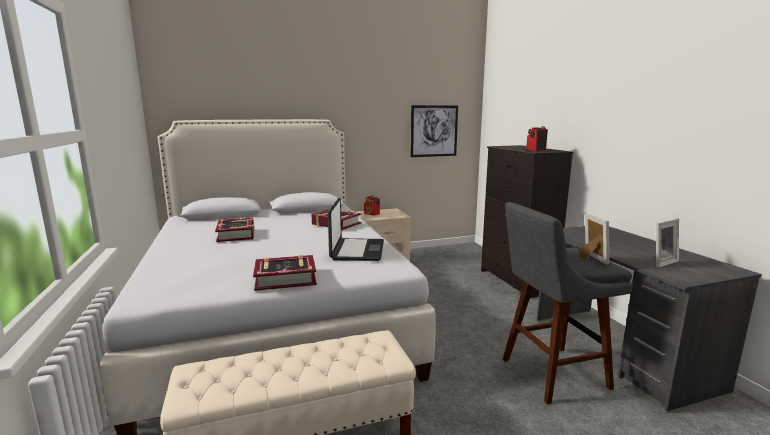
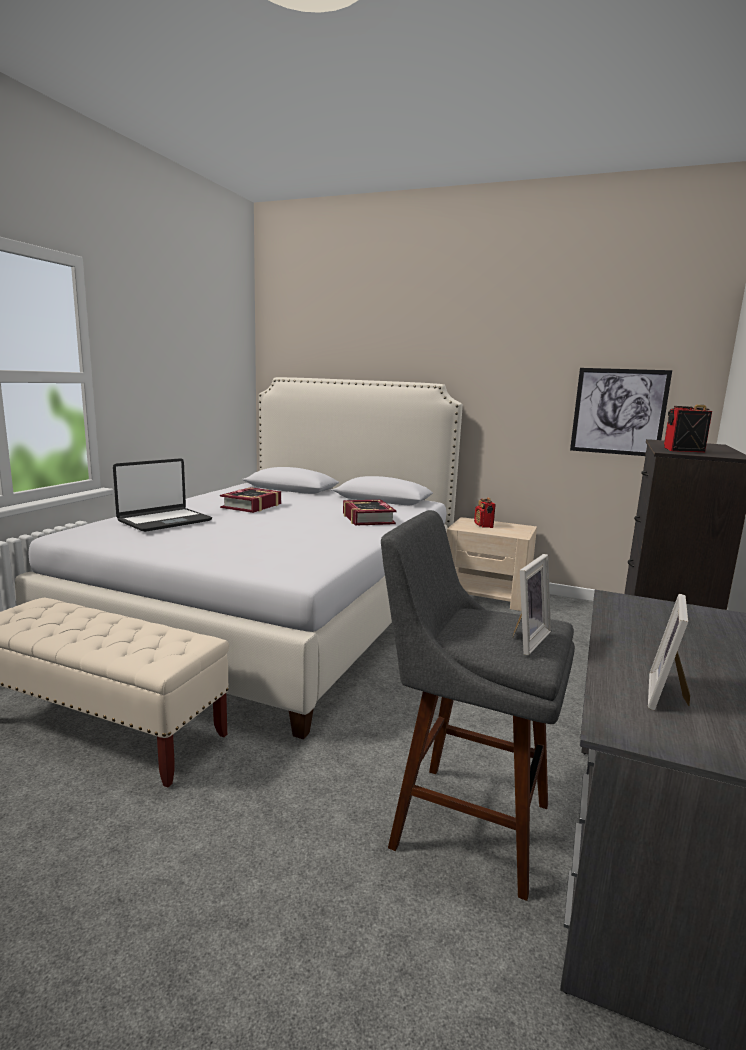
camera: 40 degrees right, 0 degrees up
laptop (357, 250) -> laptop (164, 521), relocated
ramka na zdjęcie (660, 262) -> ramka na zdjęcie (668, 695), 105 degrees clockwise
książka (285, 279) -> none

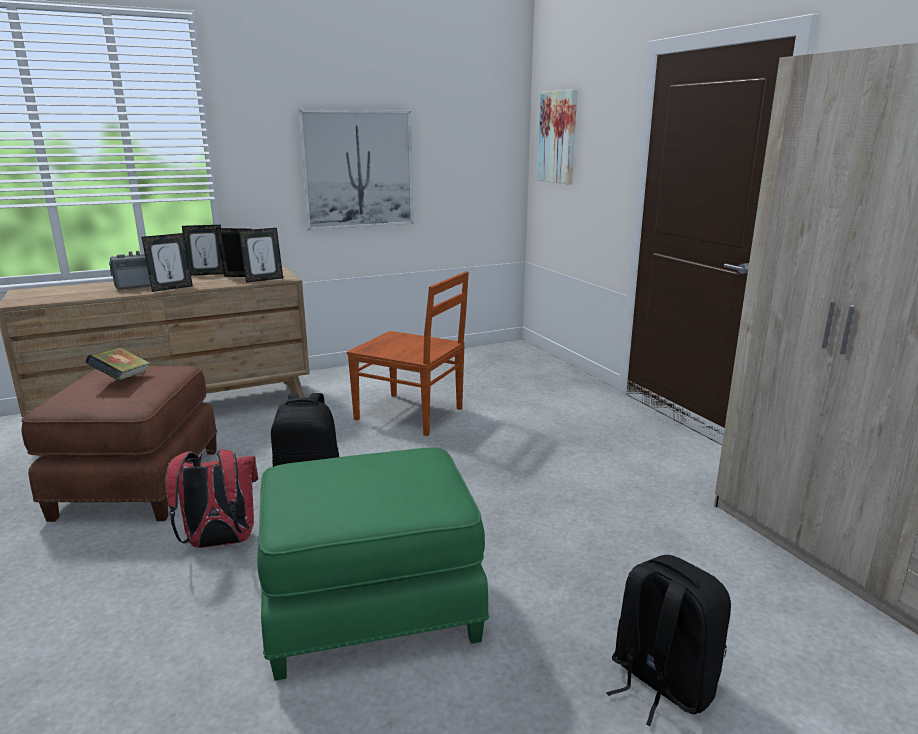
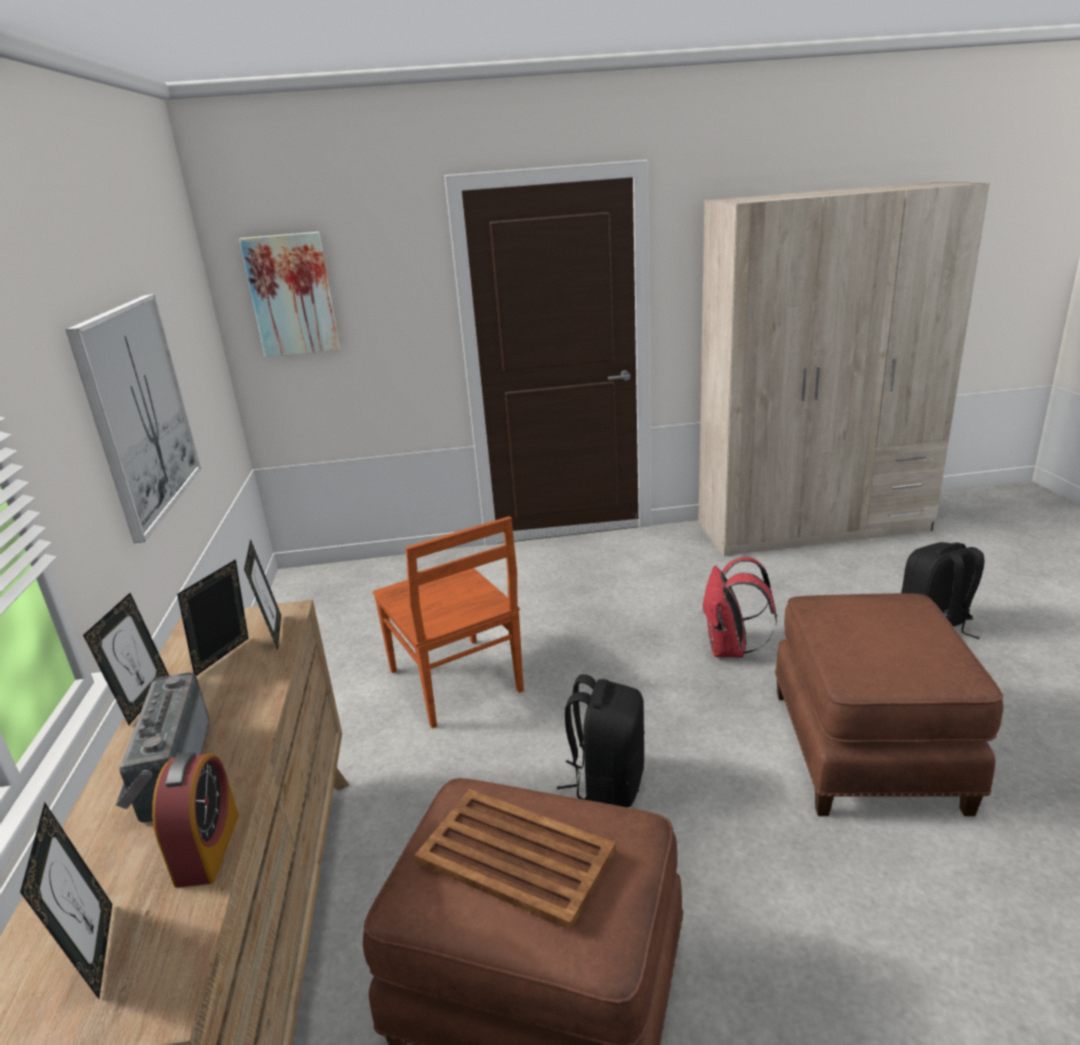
camera: 70 degrees left, 5 degrees up
ramka na zdjęcie (171, 288) -> ramka na zdjęcie (95, 952), relocated
none -> budzik (207, 848)
krzesło [brązowy] (411, 414) -> krzesło [brązowy] (456, 683), 105 degrees clockwise
książka (122, 379) -> taca [brązowy] (514, 855)
plecak [czerwony] (219, 542) -> plecak [czerwony] (731, 649), relocated
pufa [zielony] (371, 610) -> pufa [brązowy] (869, 748)

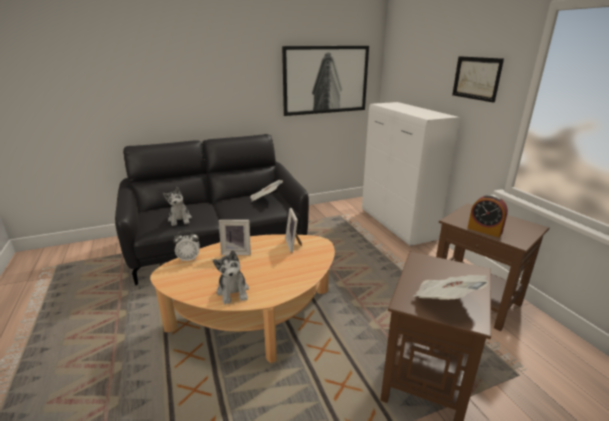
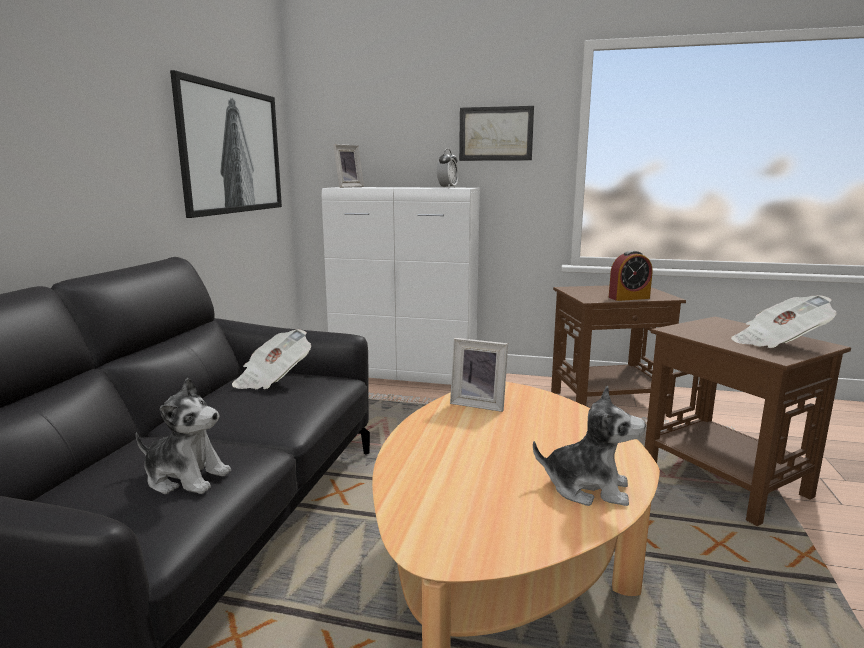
camera: 55 degrees left, 10 degrees down
ramka na zdjęcie (236, 252) -> ramka na zdjęcie (347, 187), relocated
budzik (189, 259) -> budzik (447, 188), relocated

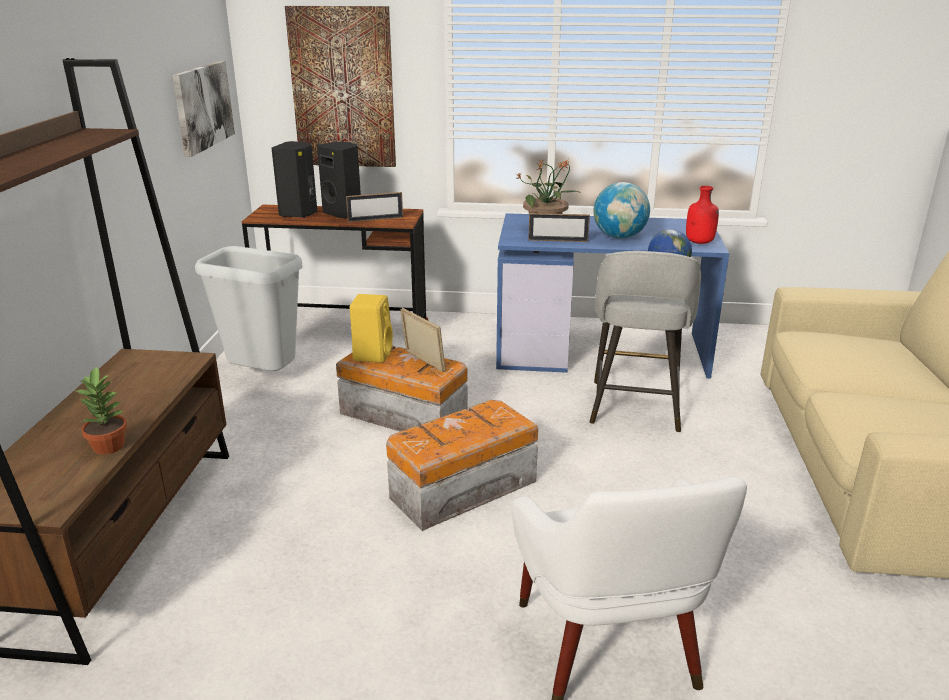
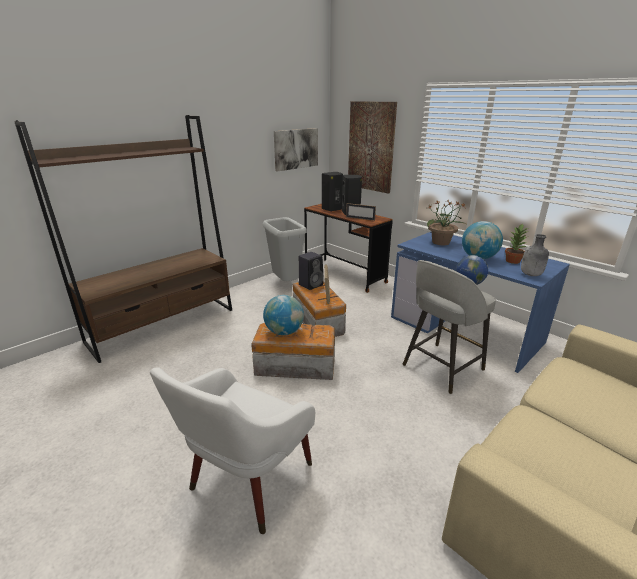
camera: 40 degrees right, 0 degrees up
none -> globus (284, 332)
głośnik [żółty] (372, 354) -> głośnik [czarny] (311, 284)
roślina doniczkowa (109, 446) -> roślina doniczkowa (513, 261), relocated
butelka [czerwony] (700, 242) -> butelka [szary] (531, 275)
ramka na zdjęcie (558, 240) -> none

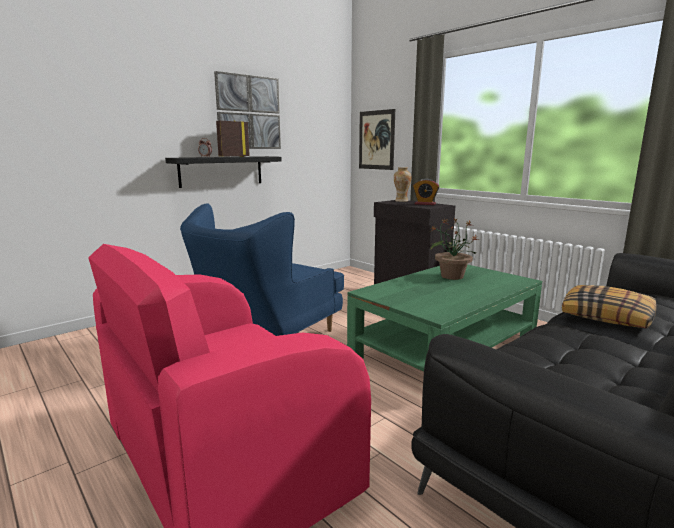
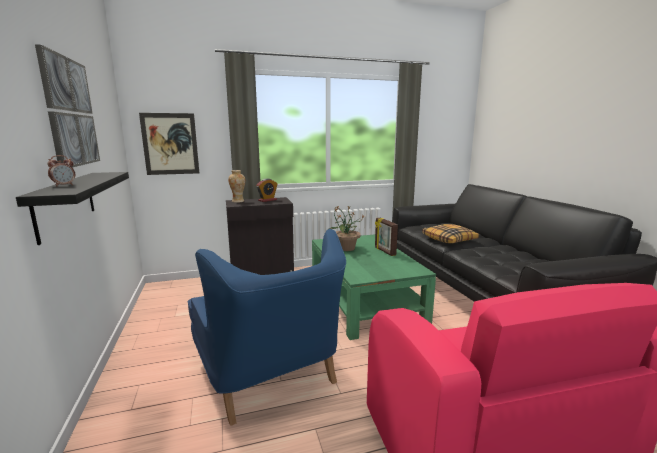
camera: 65 degrees left, 0 degrees up
ramka na zdjęcie (234, 156) -> ramka na zdjęcie (384, 251), relocated

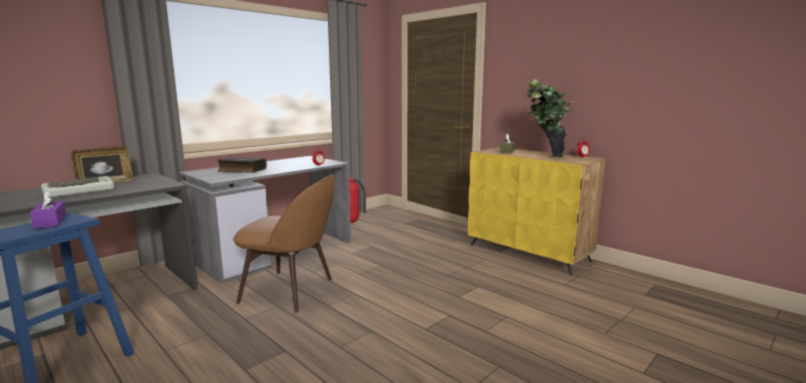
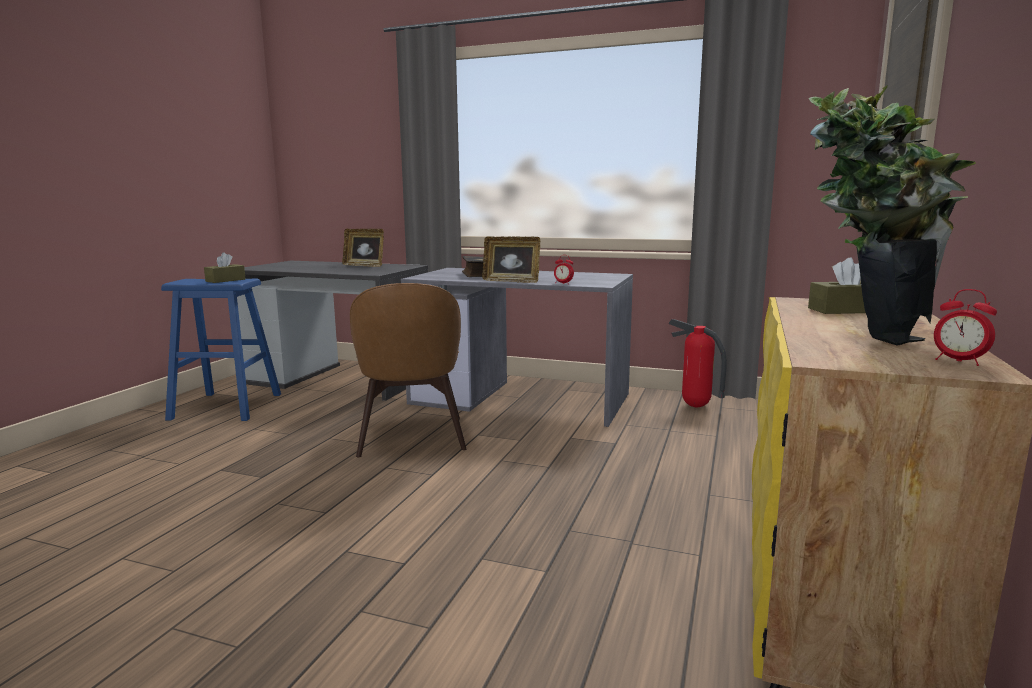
camera: 65 degrees right, 0 degrees up
pudełko chusteczek [fioletowy] (50, 222) -> pudełko chusteczek [brązowy] (225, 280)
none -> ramka na zdjęcie (511, 281)
klawiatura (80, 191) -> none

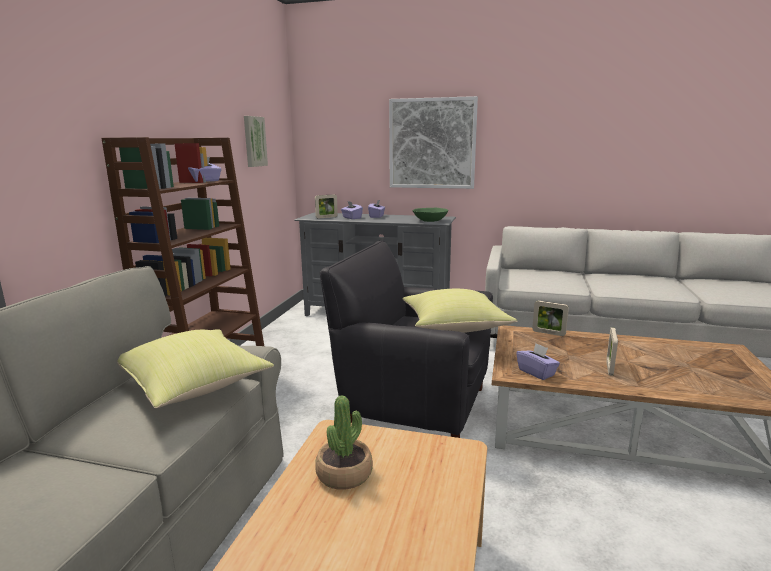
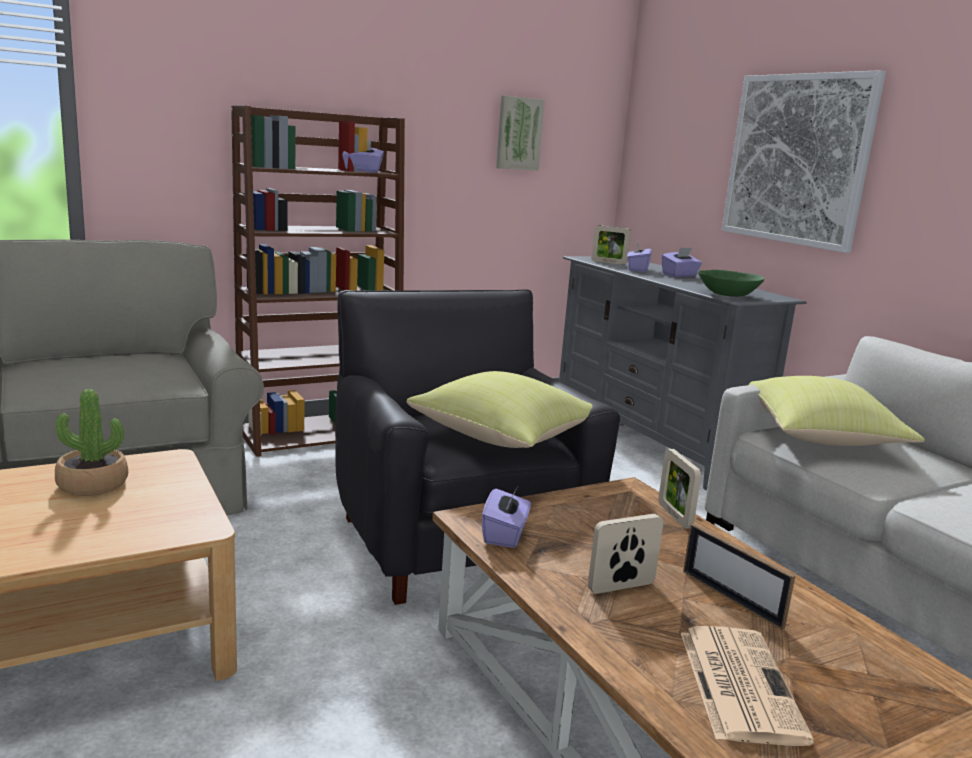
camera: 45 degrees right, 0 degrees up
none -> gazeta (738, 683)
none -> ramka na zdjęcie (731, 598)
poduszka [żółty] (196, 387) -> poduszka [żółty] (823, 439), relocated

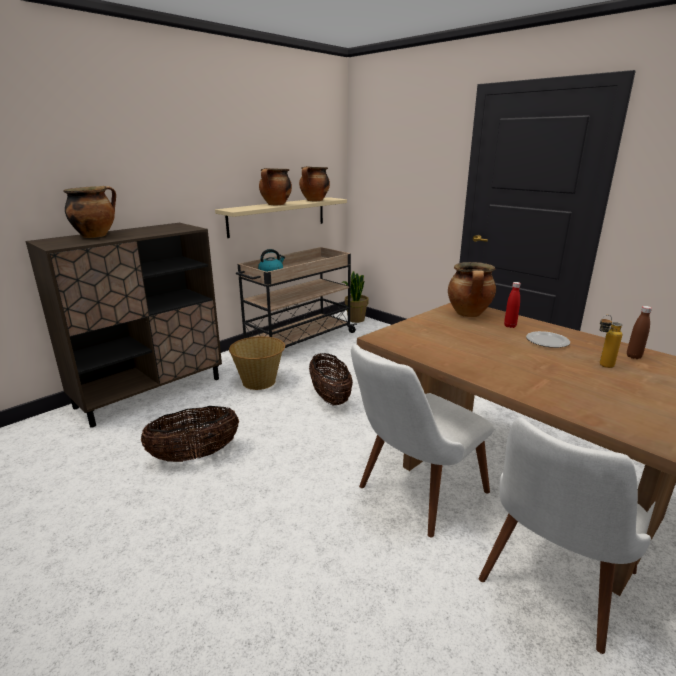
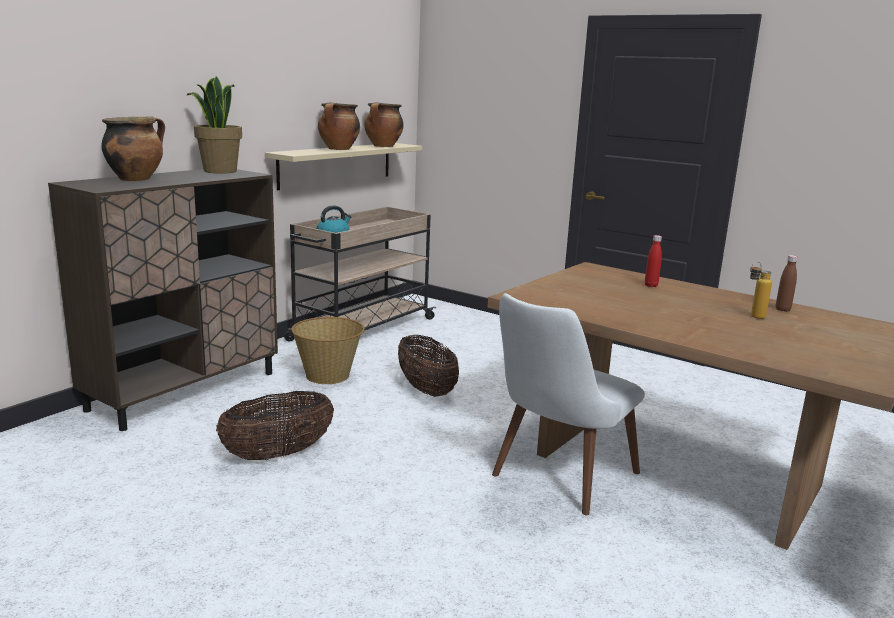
camera: 10 degrees left, 5 degrees down
roślina doniczkowa (355, 319) -> roślina doniczkowa (219, 171), relocated
garnek (469, 314) -> none
krzesło [biały] (549, 588) -> none
talerz (547, 341) -> none

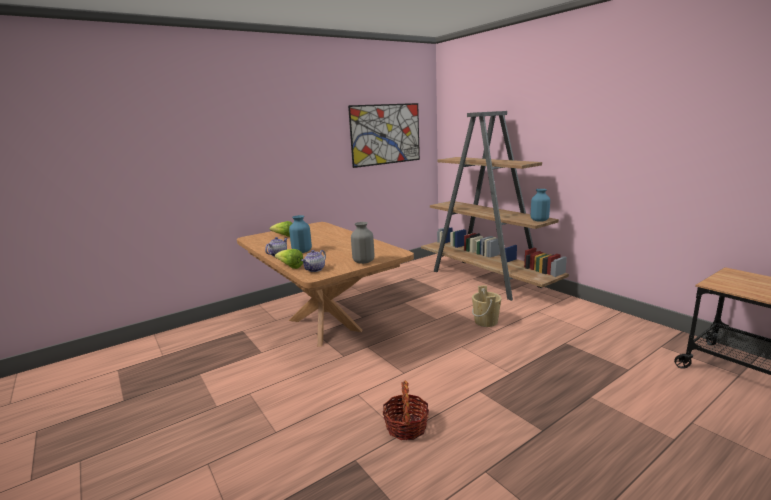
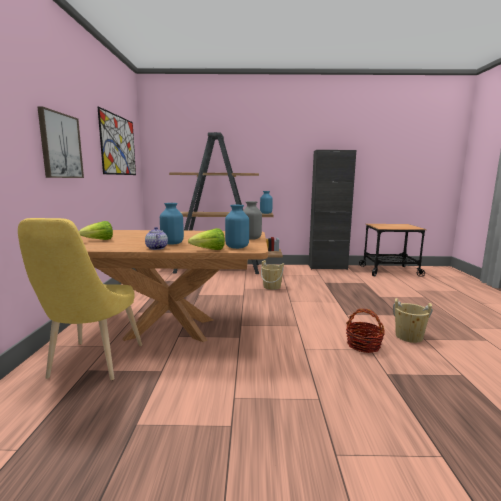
camera: 55 degrees left, 5 degrees down
none -> krzesło [żółty] (93, 364)
none -> obraz (60, 146)
imbryk (315, 269) -> wazon [niebieski] (237, 247)
none -> szafka [czarny] (327, 267)
none -> wiadro [beżowy] (409, 336)

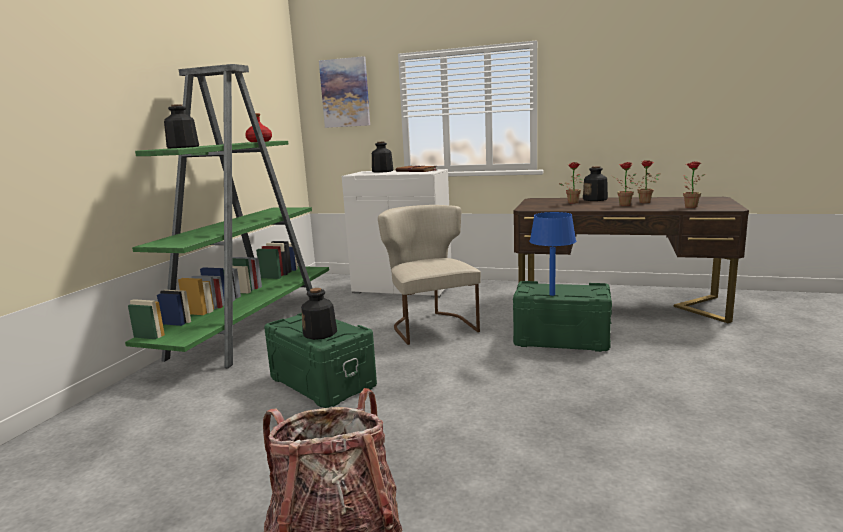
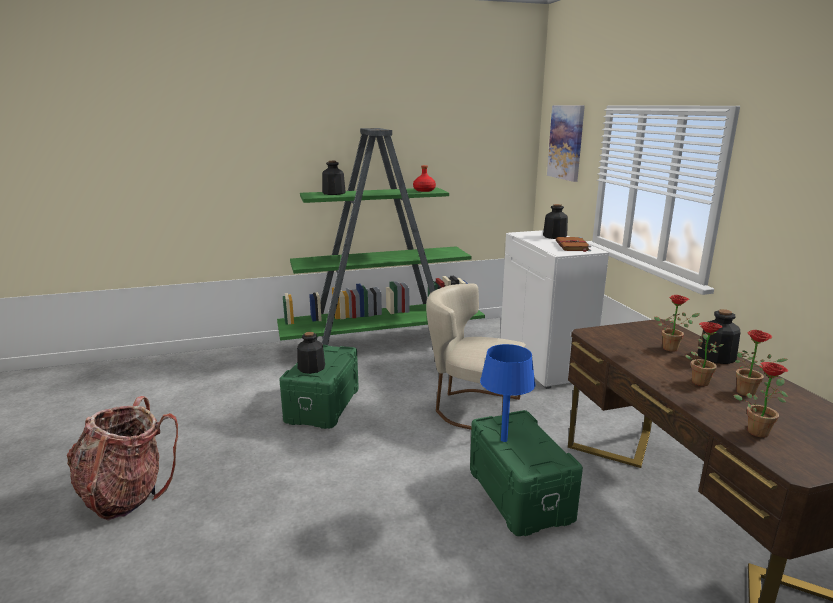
camera: 55 degrees right, 5 degrees up
krzesło [beżowy] (430, 325) -> krzesło [beżowy] (472, 408), 105 degrees counterclockwise

